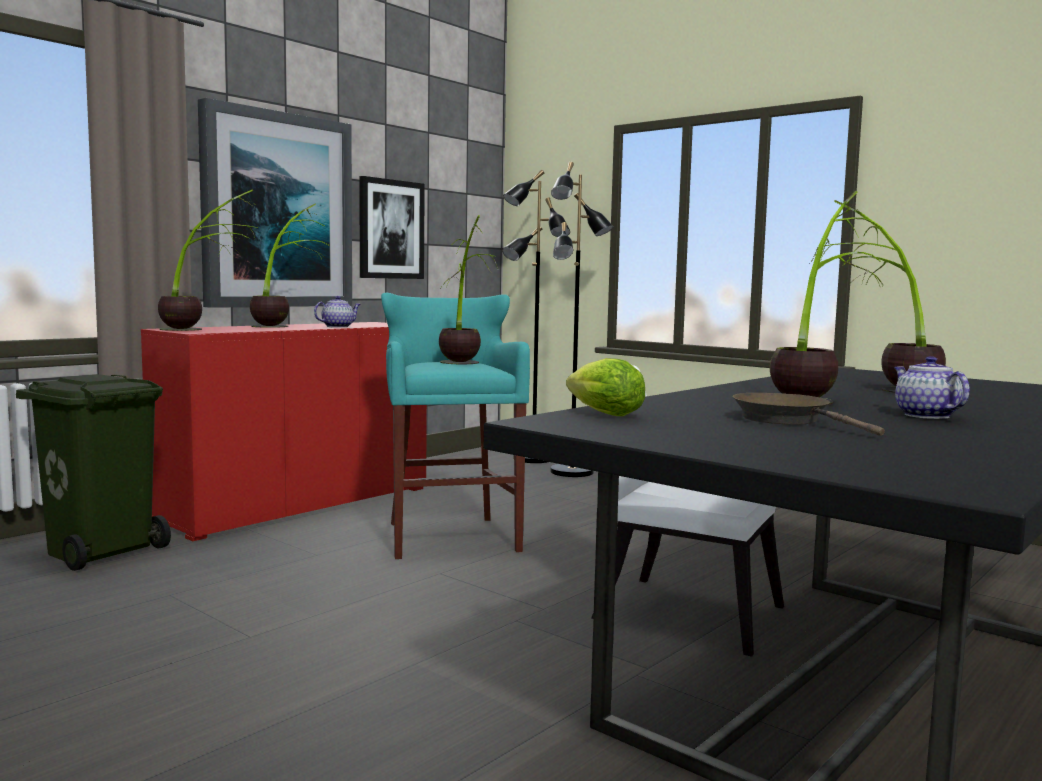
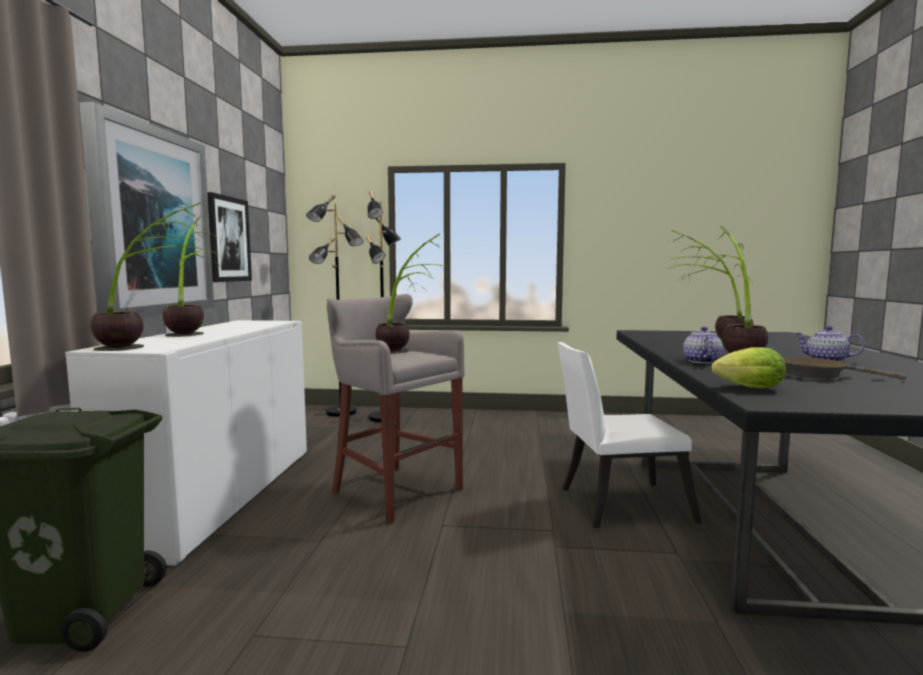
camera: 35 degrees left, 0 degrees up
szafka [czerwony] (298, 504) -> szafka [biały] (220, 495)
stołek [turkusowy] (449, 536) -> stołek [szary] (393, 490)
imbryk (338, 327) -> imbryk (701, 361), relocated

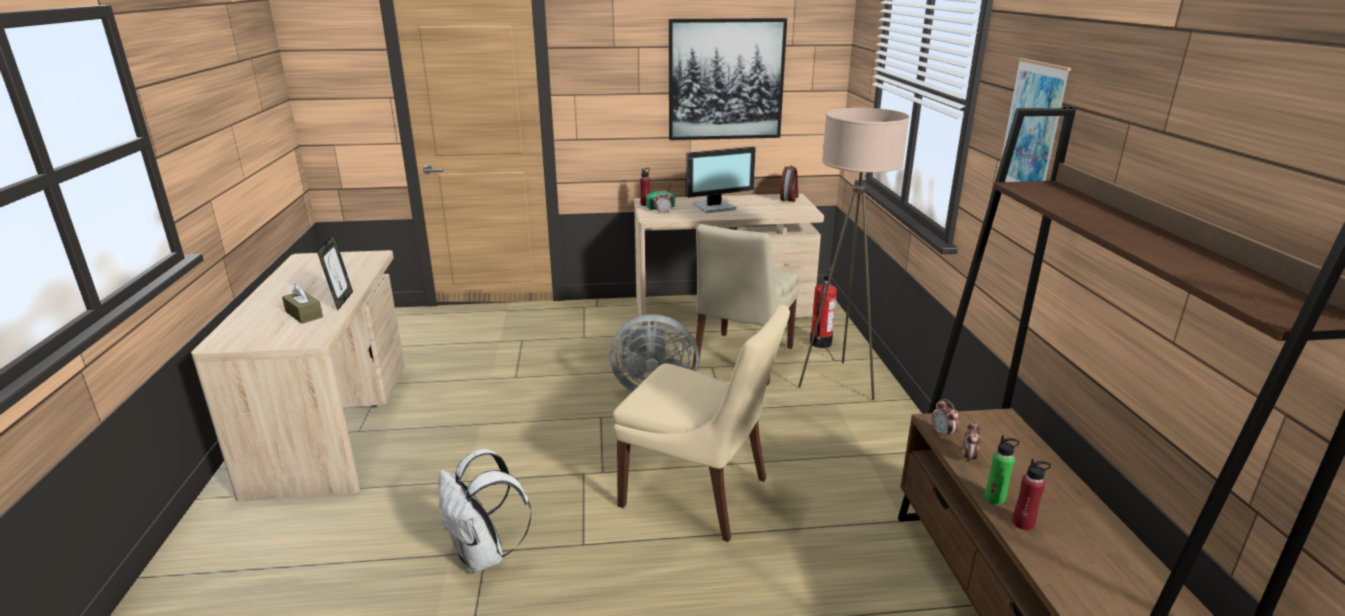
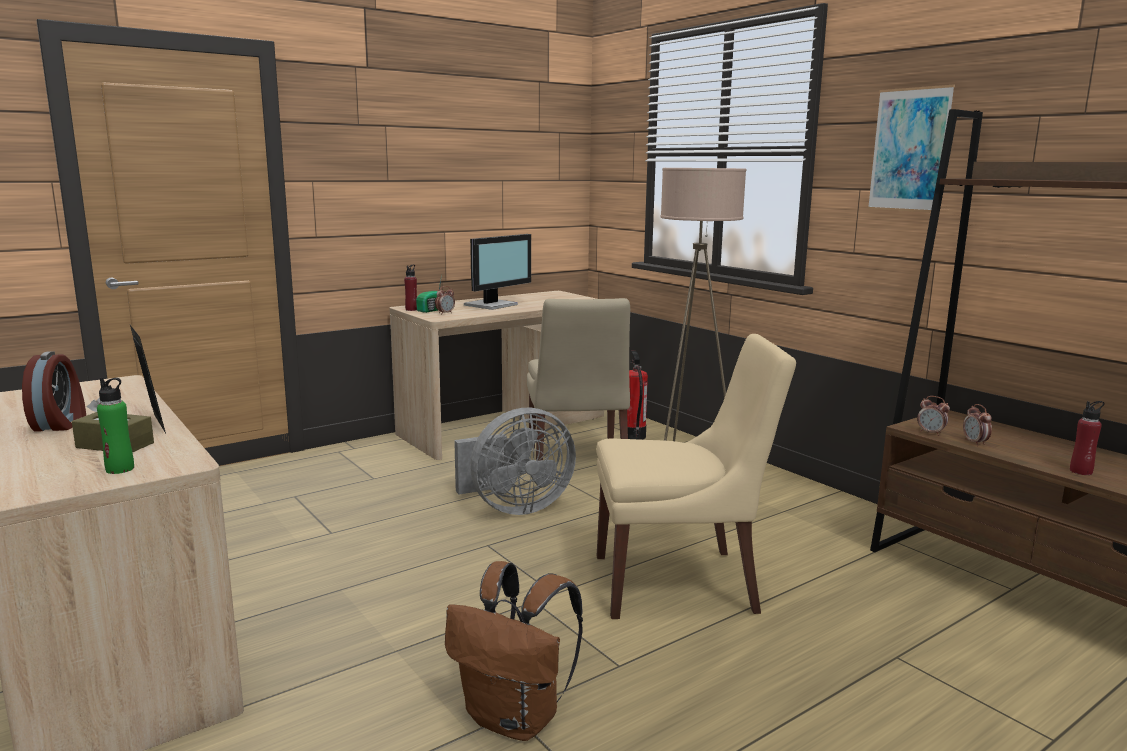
camera: 30 degrees left, 10 degrees down
budzik (789, 198) -> budzik (60, 423), relocated
butelka [zielony] (994, 498) -> butelka [zielony] (120, 469), relocated
plecak [biały] (483, 556) -> plecak [brązowy] (516, 719)
obraz (725, 80) -> none

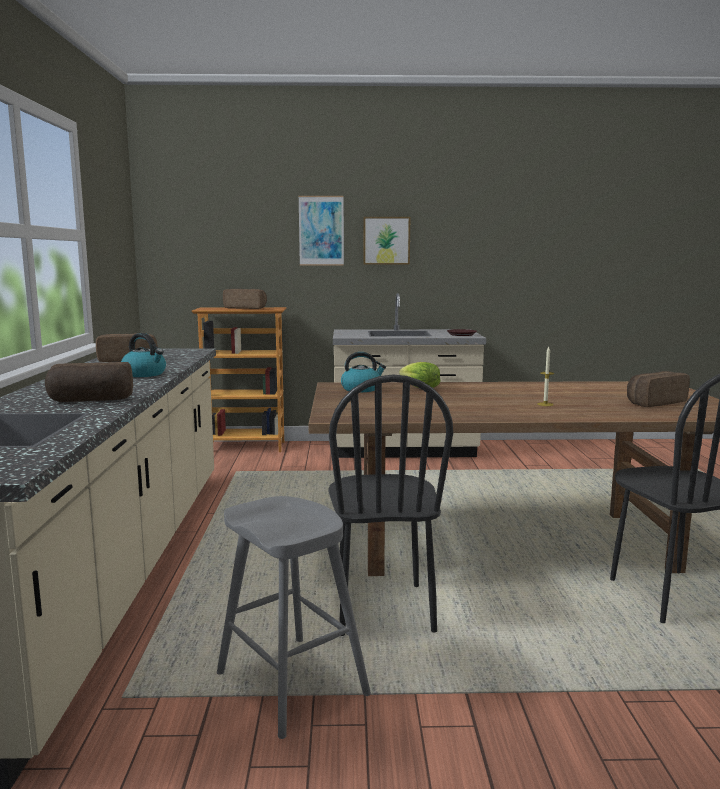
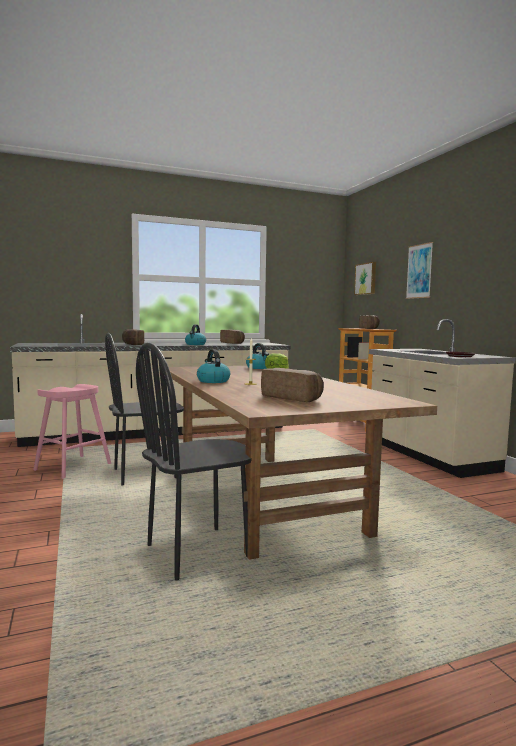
camera: 70 degrees right, 5 degrees down
stołek [szary] (291, 683) -> stołek [różowy] (73, 467)
none -> czajnik (213, 381)
obraz (386, 240) -> obraz (366, 279), relocated

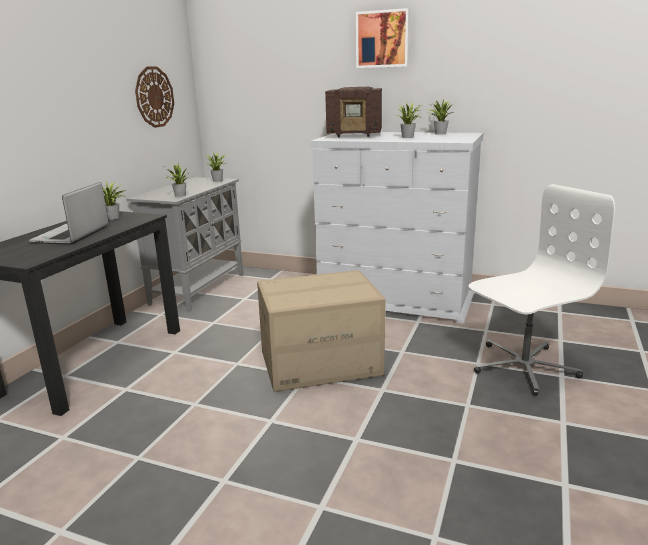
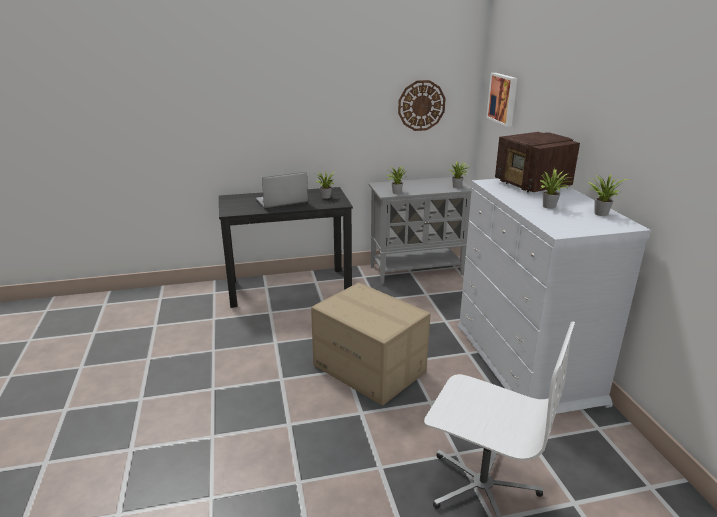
camera: 55 degrees right, 5 degrees up
obraz (383, 39) -> obraz (503, 99), relocated

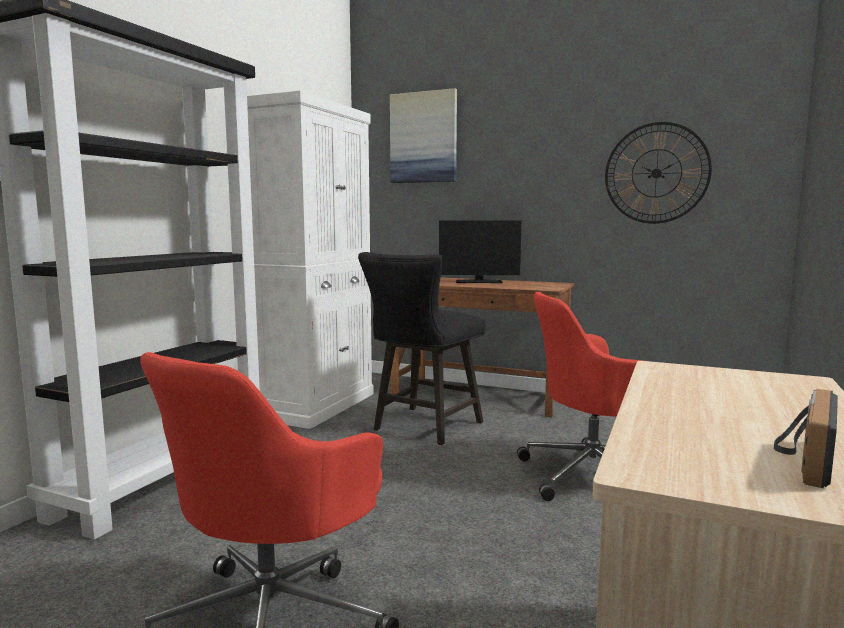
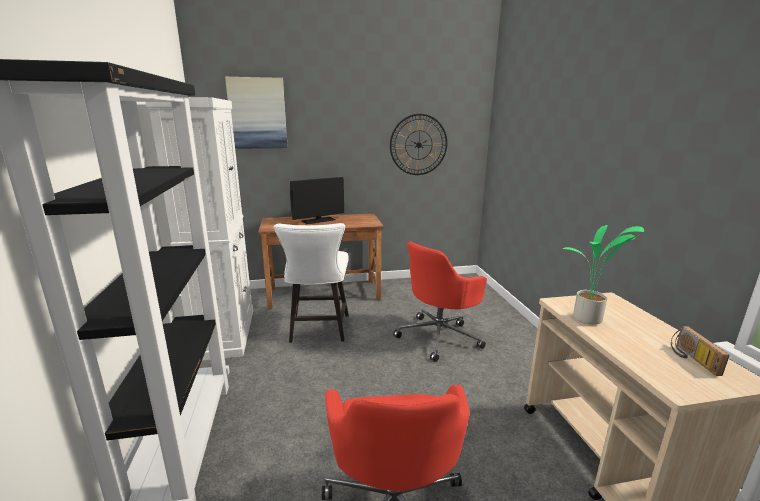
camera: 35 degrees left, 10 degrees up
stołek [czarny] (423, 428) -> stołek [biały] (318, 331)
none -> roślina doniczkowa (588, 320)

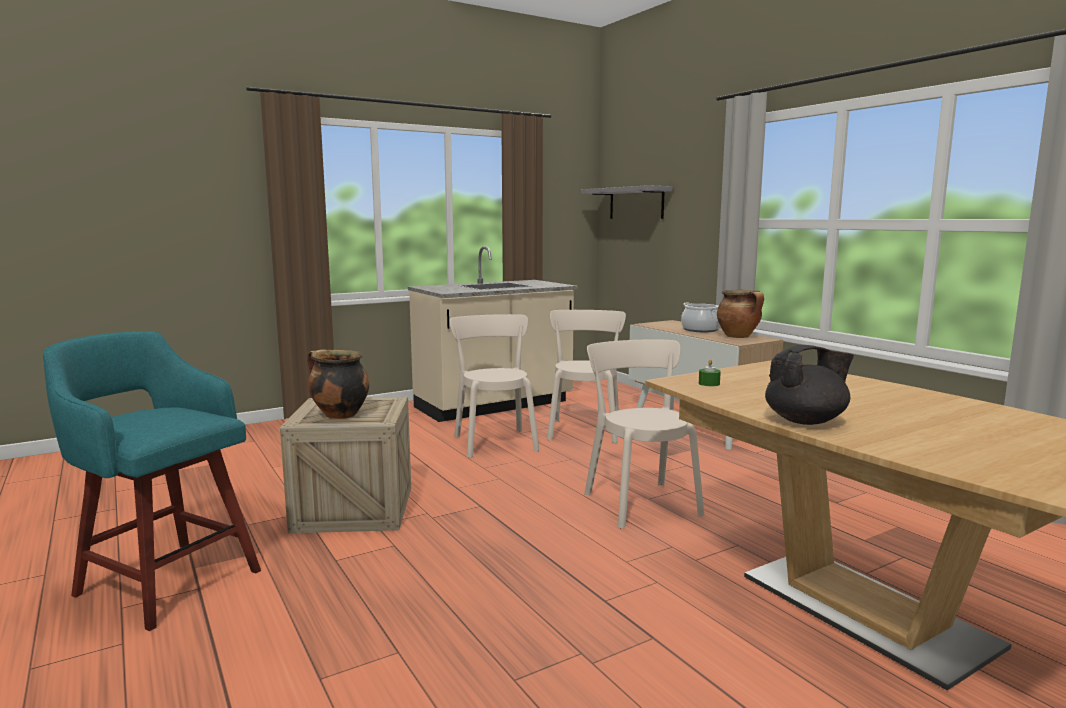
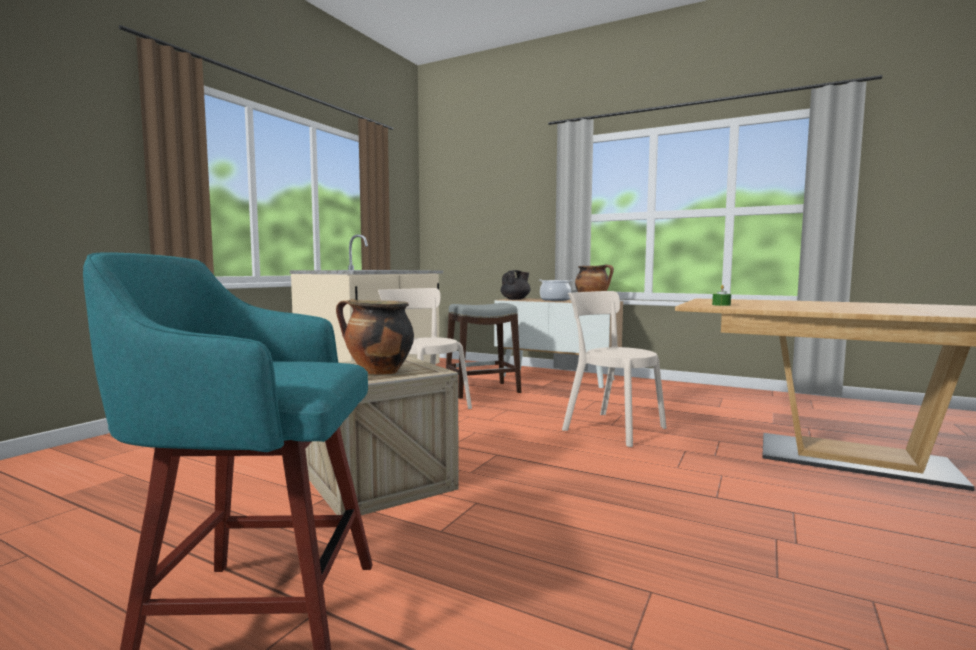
camera: 30 degrees left, 5 degrees down
krzesło [beżowy] (584, 430) -> stołek [szary] (482, 390)
imbryk [czarny] (806, 421) -> imbryk [czarny] (515, 299), relocated
półka [szary] (636, 203) -> none

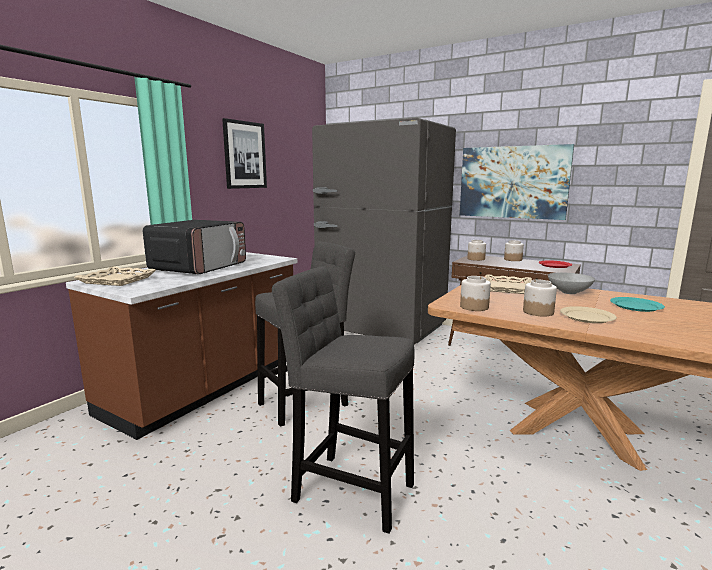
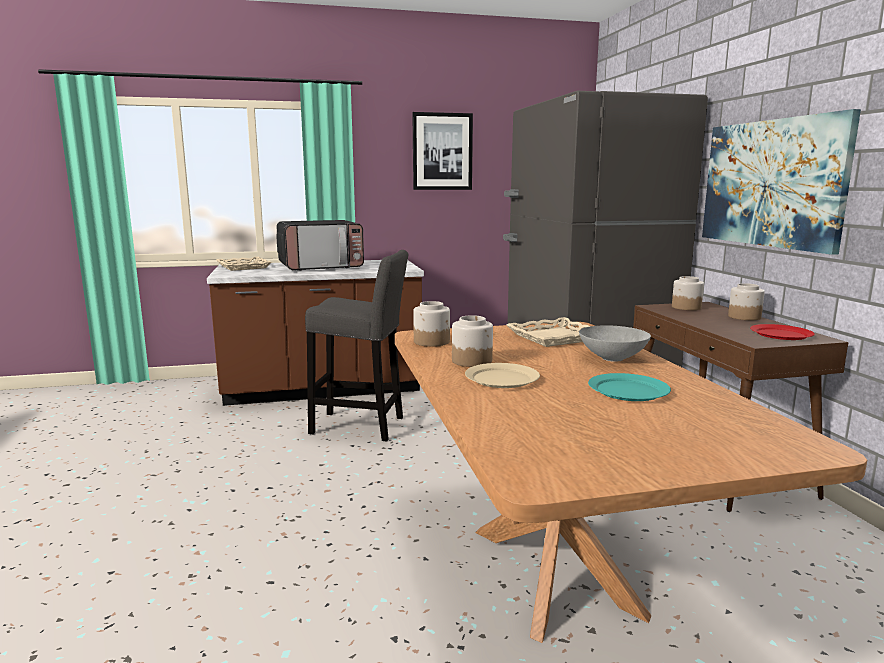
camera: 45 degrees right, 0 degrees up
stołek [szary] (348, 489) -> none

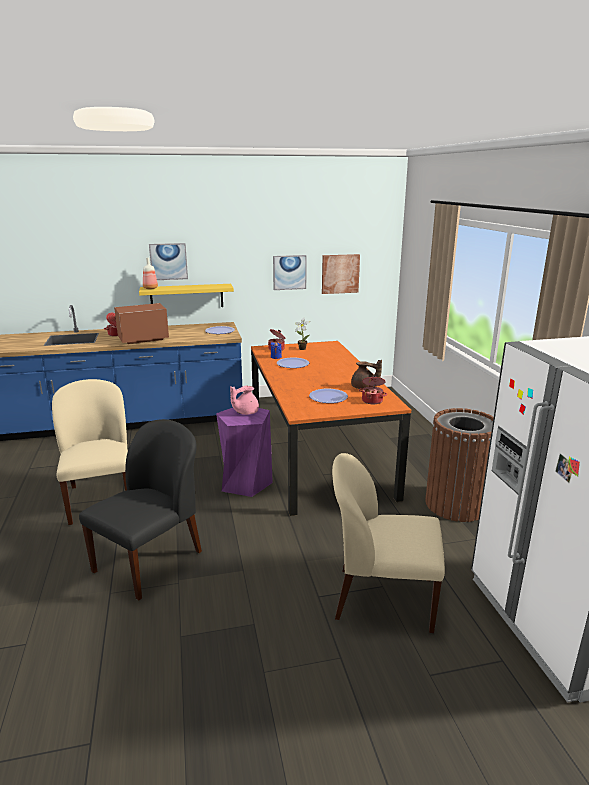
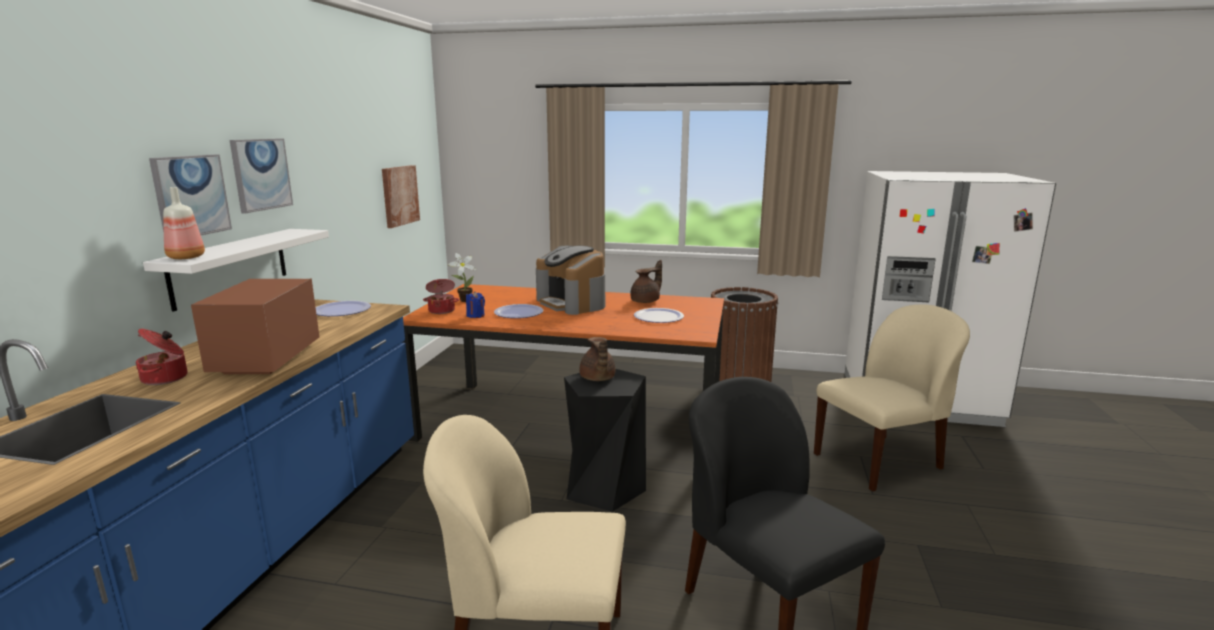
camera: 65 degrees left, 5 degrees down
półka [żółty] (187, 297) -> półka [biały] (230, 267)
obraz (289, 272) -> obraz (261, 174), relocated
none -> ekspres do kawy (572, 303)
stołek [fioletowy] (245, 482) -> stołek [czarny] (604, 488)
imbryk [różowy] (245, 412) -> imbryk [brązowy] (597, 379)
krzesło [beżowy] (382, 598) -> krzesło [beżowy] (879, 461), 150 degrees counterclockwise
garnek (372, 400) -> none

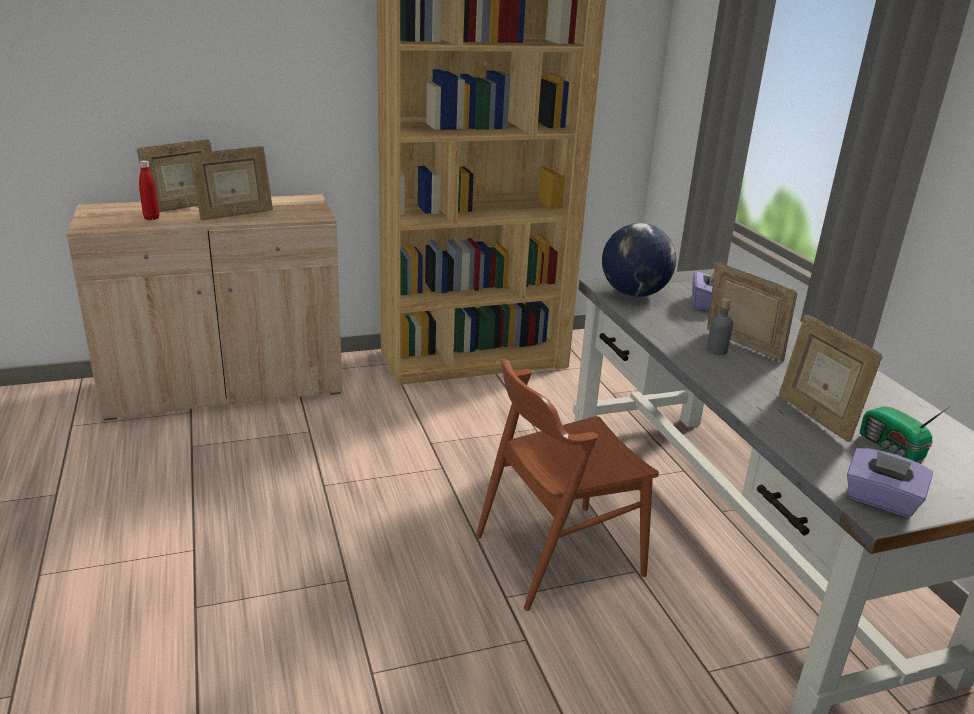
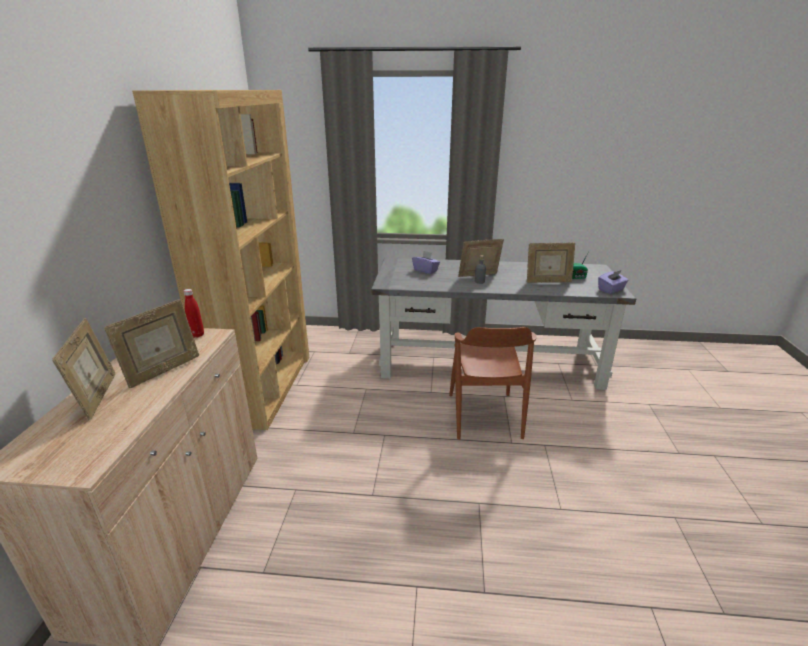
camera: 65 degrees left, 0 degrees up
ramka na zdjęcie (235, 215) -> ramka na zdjęcie (163, 371), 45 degrees clockwise
butelka [czerwony] (151, 218) -> butelka [czerwony] (197, 335), relocated
globus (634, 294) -> none

